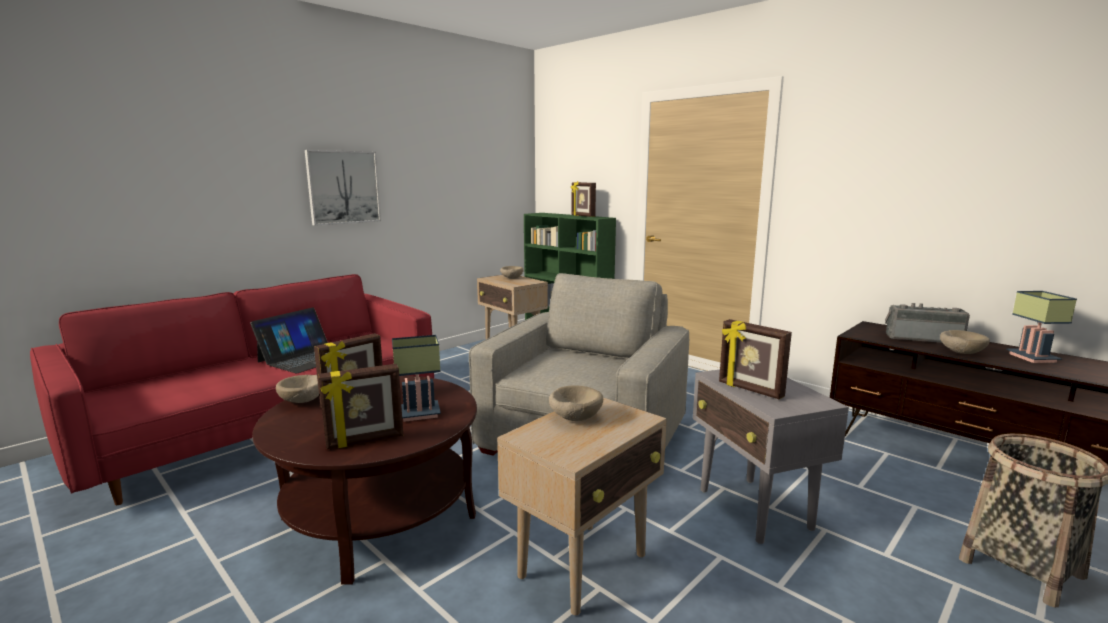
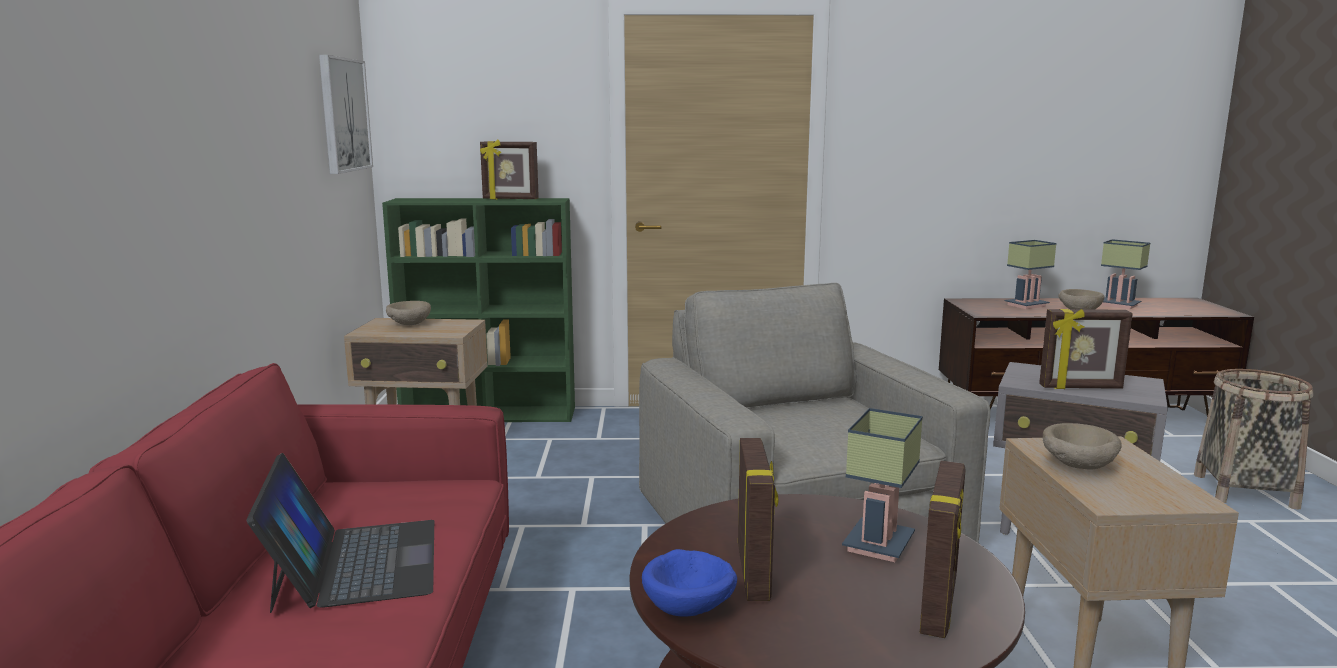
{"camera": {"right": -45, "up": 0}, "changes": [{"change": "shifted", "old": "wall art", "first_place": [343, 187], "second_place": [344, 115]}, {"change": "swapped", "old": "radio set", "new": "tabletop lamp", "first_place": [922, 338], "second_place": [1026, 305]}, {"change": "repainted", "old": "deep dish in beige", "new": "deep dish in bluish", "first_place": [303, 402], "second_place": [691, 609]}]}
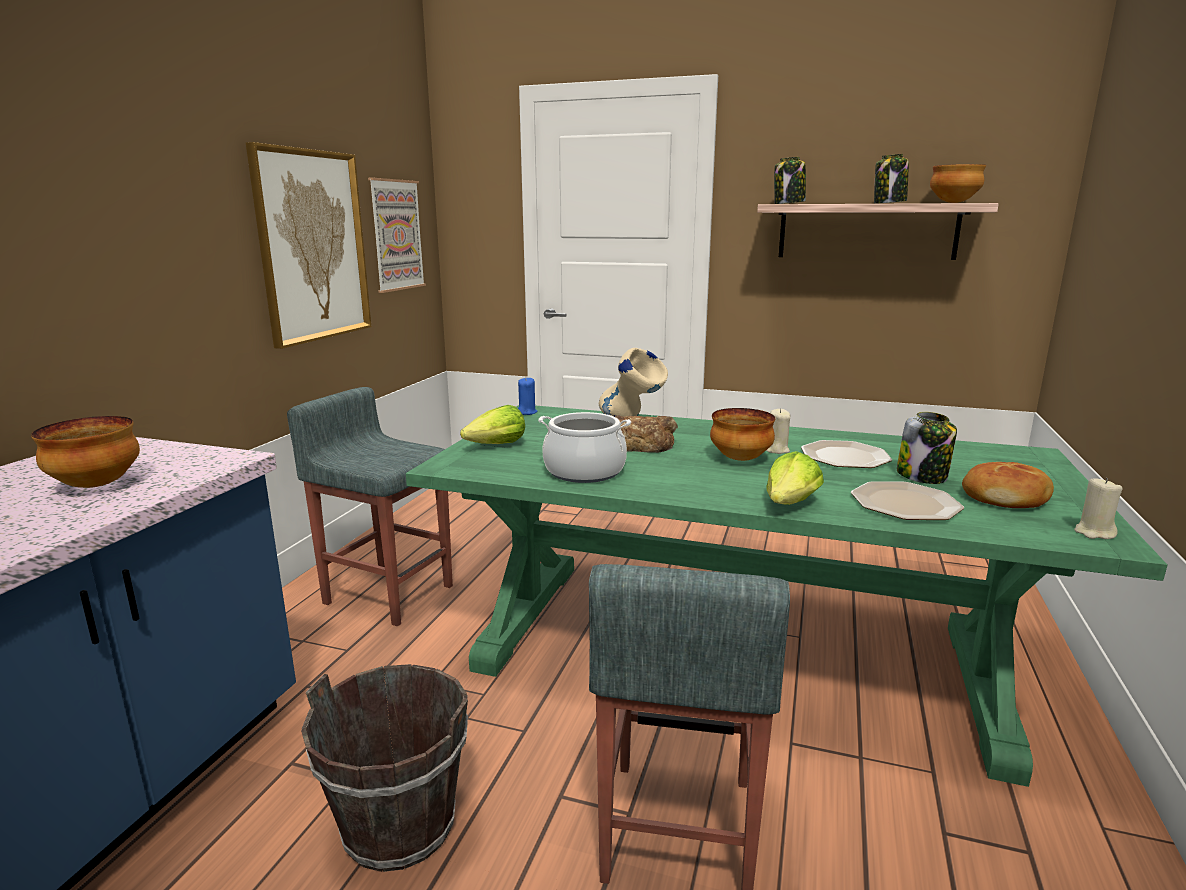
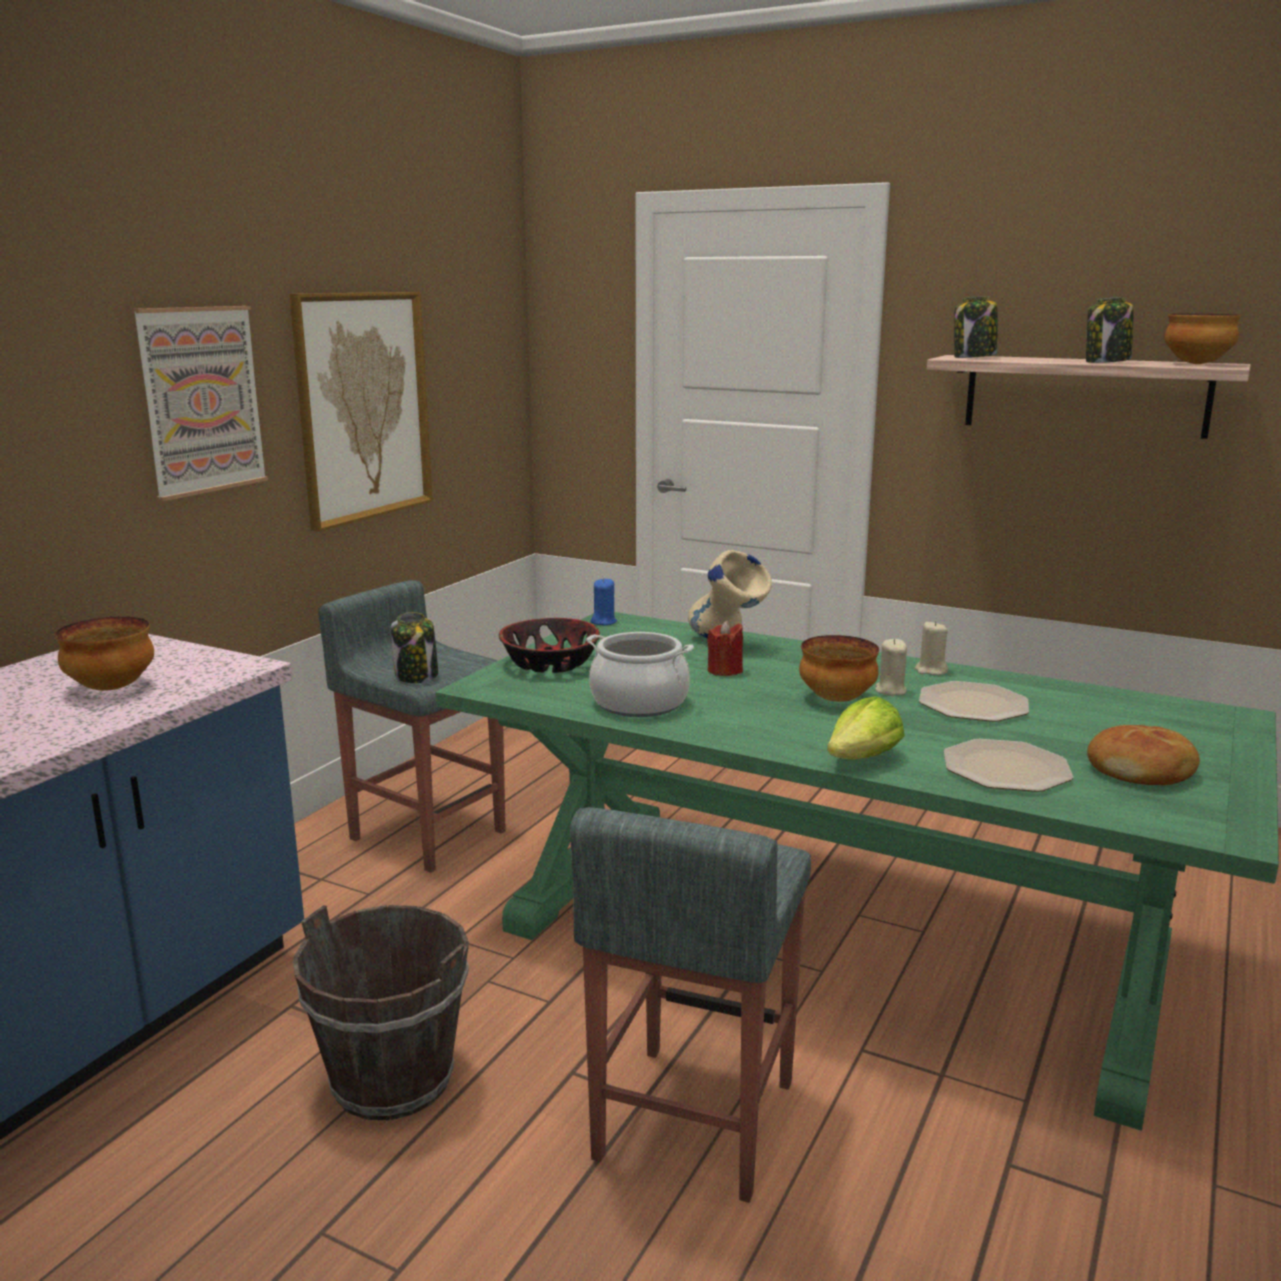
{"camera": {"right": 10, "up": 0}, "changes": [{"change": "shifted", "old": "wall art", "first_place": [396, 235], "second_place": [201, 400]}, {"change": "shifted", "old": "jar", "first_place": [922, 476], "second_place": [417, 676]}, {"change": "shifted", "old": "candle in beige", "first_place": [1094, 533], "second_place": [931, 671]}, {"change": "swapped", "old": "lettuce head", "new": "deep dish", "first_place": [497, 445], "second_place": [551, 664]}, {"change": "swapped", "old": "baked bread", "new": "candle in red", "first_place": [641, 443], "second_place": [725, 671]}]}
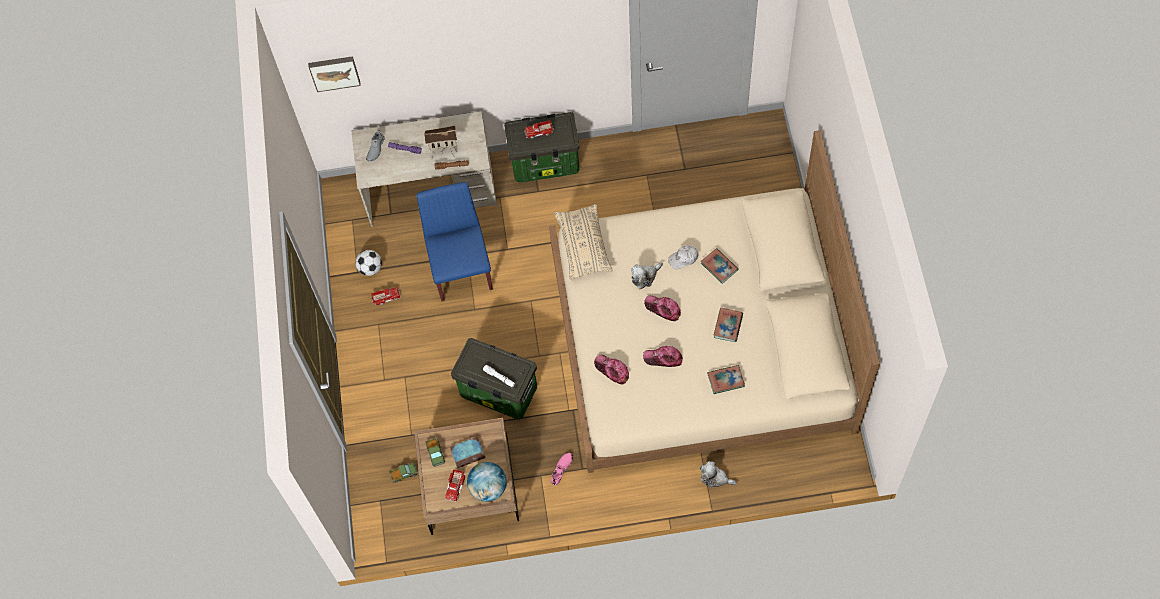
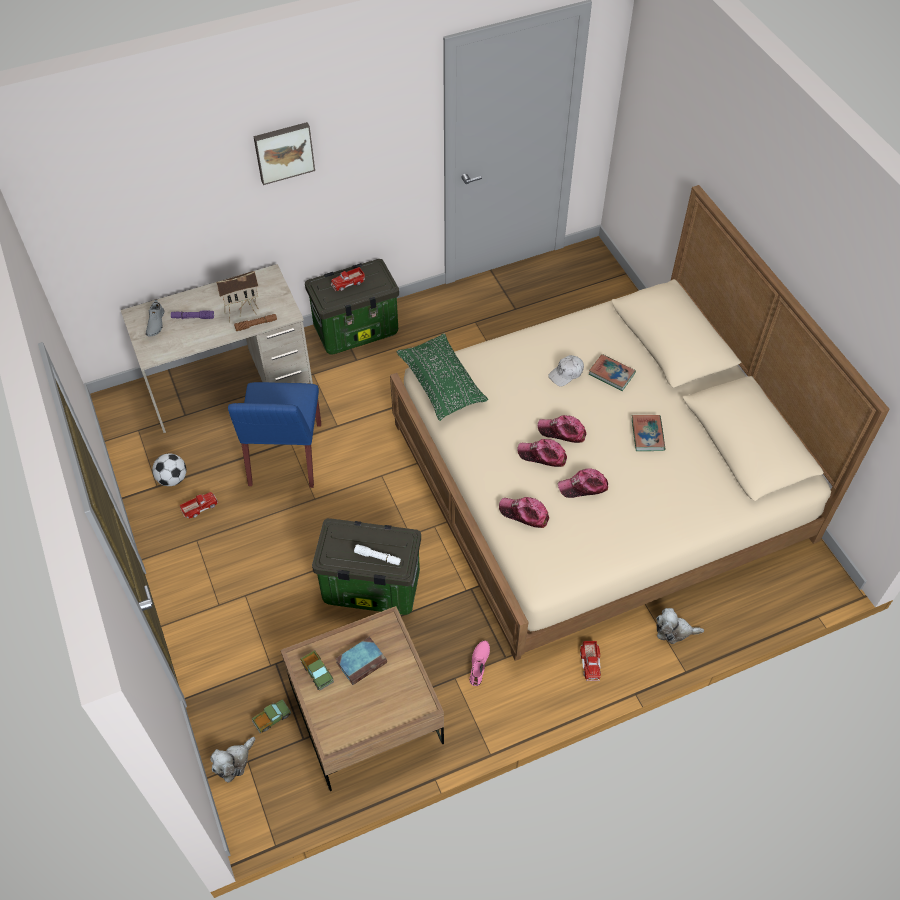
{"camera": {"right": -20, "up": -10}, "changes": [{"change": "gone", "old": "world globe", "first_place": [488, 488]}, {"change": "gone", "old": "book", "first_place": [726, 380]}, {"change": "new", "new": "baseball cap", "second_place": [542, 455]}, {"change": "shifted", "old": "wall art", "first_place": [334, 72], "second_place": [284, 152]}, {"change": "shifted", "old": "model truck", "first_place": [455, 487], "second_place": [590, 663]}, {"change": "shifted", "old": "soft toy", "first_place": [645, 277], "second_place": [234, 762]}, {"change": "repainted", "old": "pillow in beige", "new": "pillow in greenish", "first_place": [583, 246], "second_place": [441, 384]}, {"change": "rotated", "old": "chair in bluish", "first_place": [460, 267], "second_place": [285, 456], "degrees": -150}]}
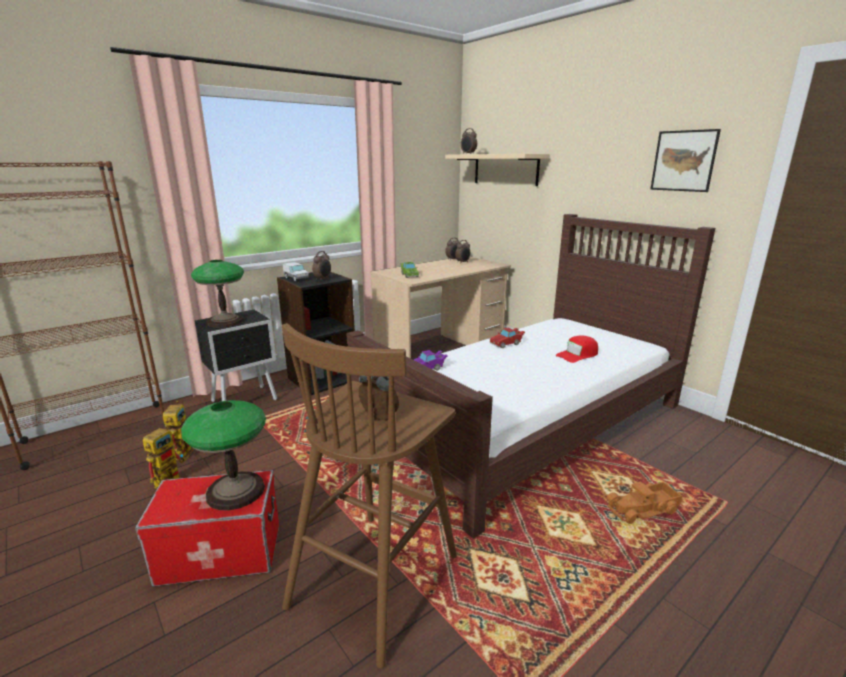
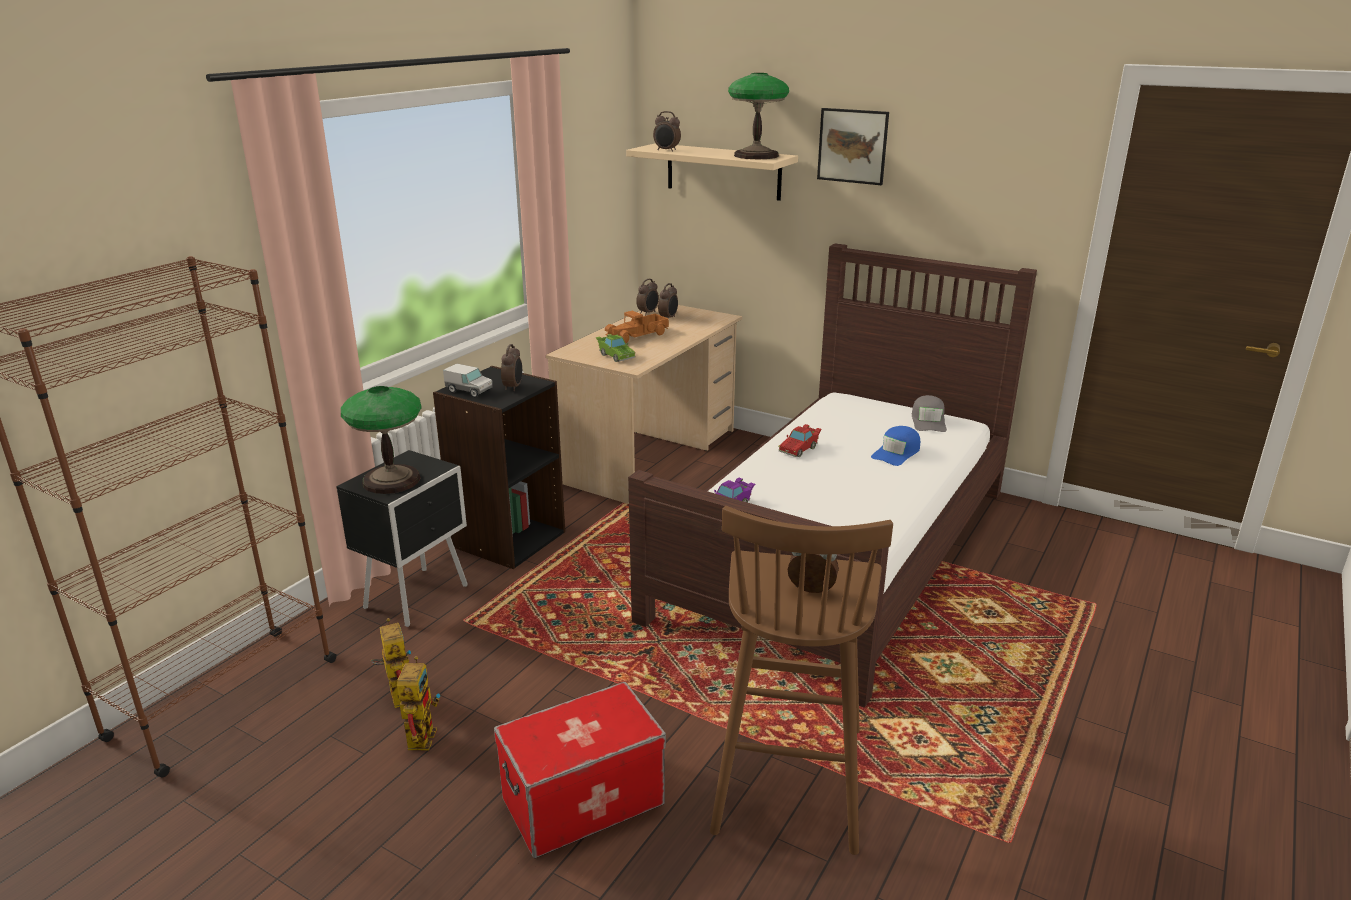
{"camera": {"right": -20, "up": 5}, "changes": [{"change": "new", "new": "baseball cap in greyish", "second_place": [928, 421]}, {"change": "shifted", "old": "tabletop lamp", "first_place": [236, 491], "second_place": [756, 155]}, {"change": "shifted", "old": "model truck", "first_place": [643, 509], "second_place": [638, 335]}, {"change": "shifted", "old": "wall art", "first_place": [684, 161], "second_place": [852, 146]}, {"change": "repainted", "old": "baseball cap in red", "new": "baseball cap in bluish", "first_place": [577, 355], "second_place": [896, 453]}]}
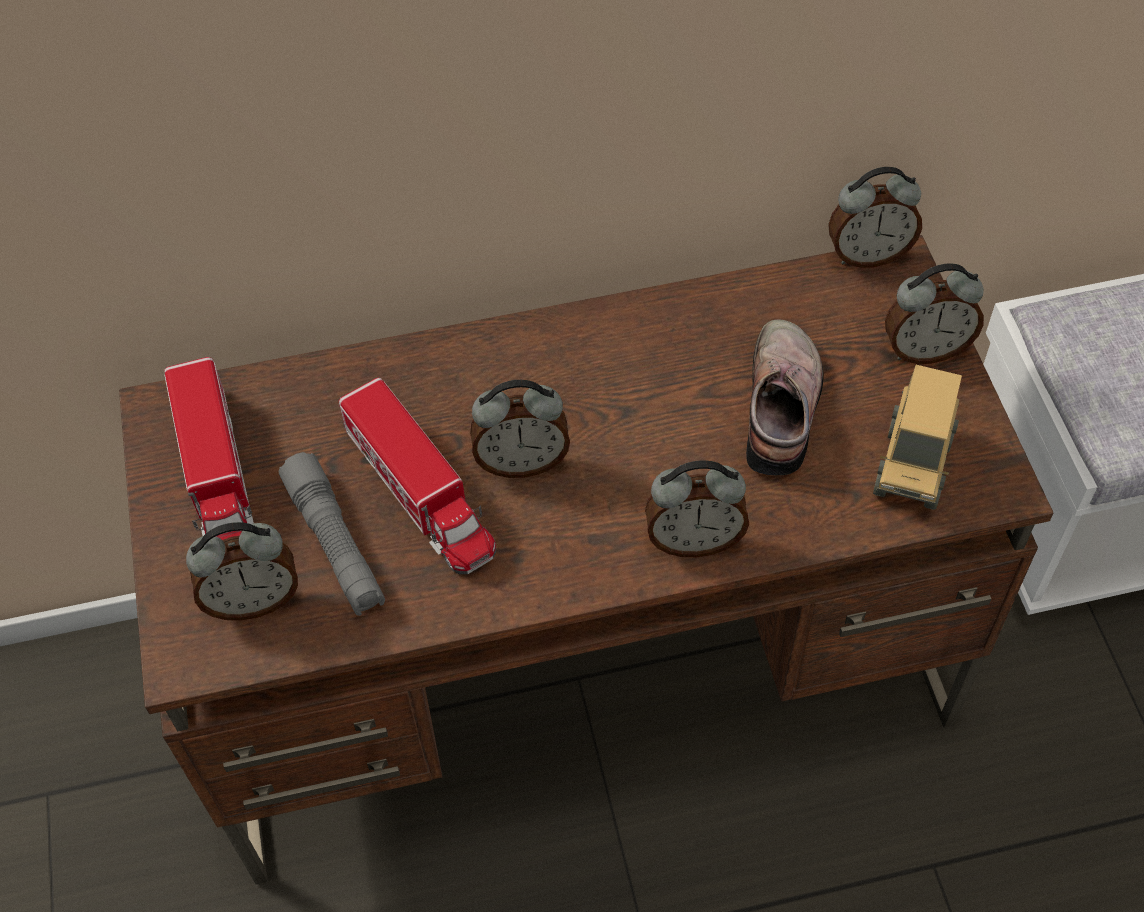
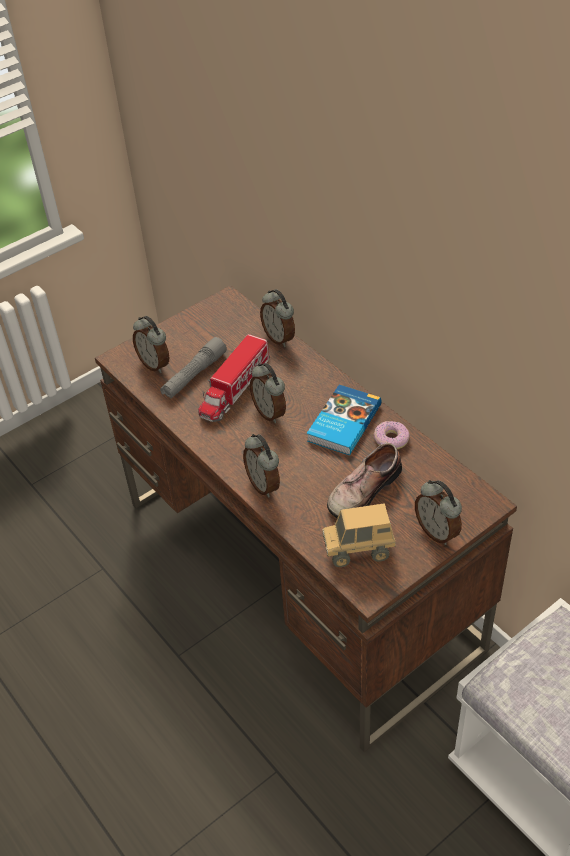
{"camera": {"right": 65, "up": -10}, "changes": [{"change": "gone", "old": "model truck", "first_place": [217, 477]}, {"change": "new", "new": "book", "second_place": [342, 423]}, {"change": "new", "new": "ring doughnut", "second_place": [391, 440]}, {"change": "shifted", "old": "bedside clock", "first_place": [868, 254], "second_place": [279, 338]}, {"change": "rotated", "old": "shoe", "first_place": [785, 407], "second_place": [362, 490], "degrees": 150}]}
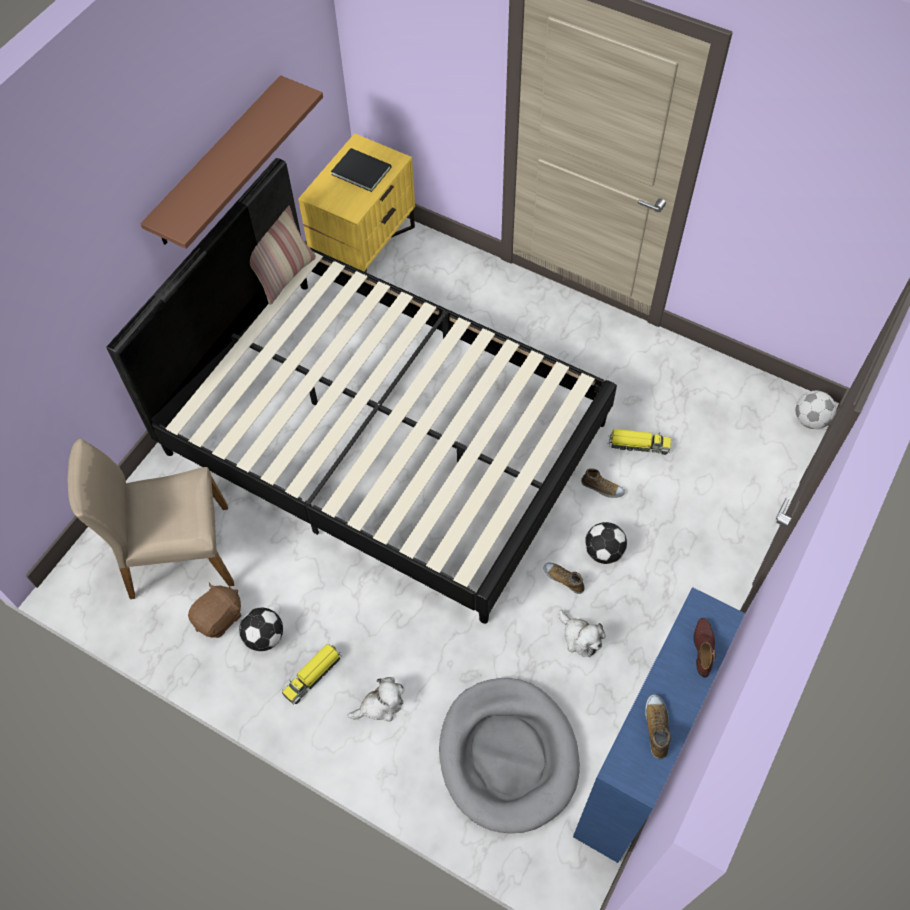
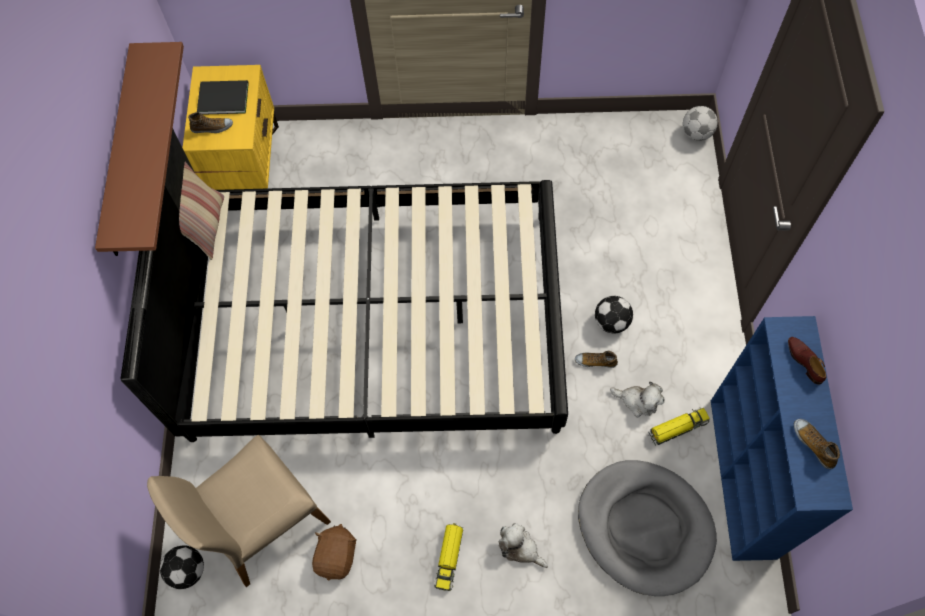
{"camera": {"right": -30, "up": 5}, "changes": [{"change": "shifted", "old": "football", "first_place": [264, 637], "second_place": [187, 571]}, {"change": "shifted", "old": "shoe", "first_place": [602, 488], "second_place": [212, 127]}, {"change": "shifted", "old": "model truck", "first_place": [638, 445], "second_place": [677, 428]}, {"change": "rotated", "old": "soft toy", "first_place": [380, 705], "second_place": [520, 548], "degrees": -90}]}
